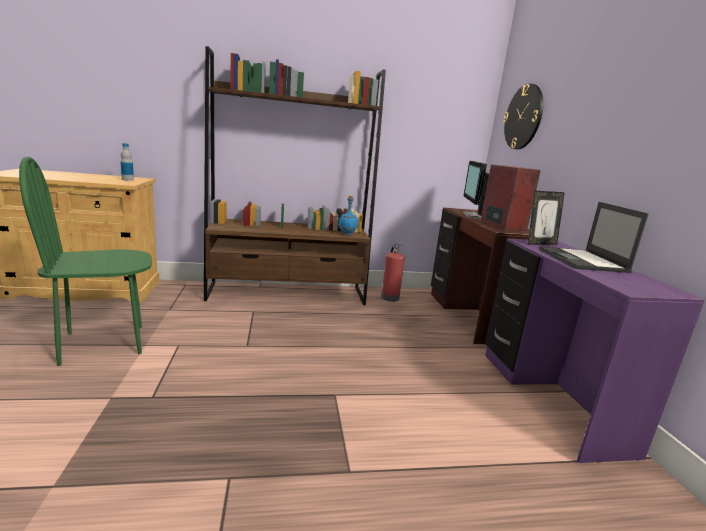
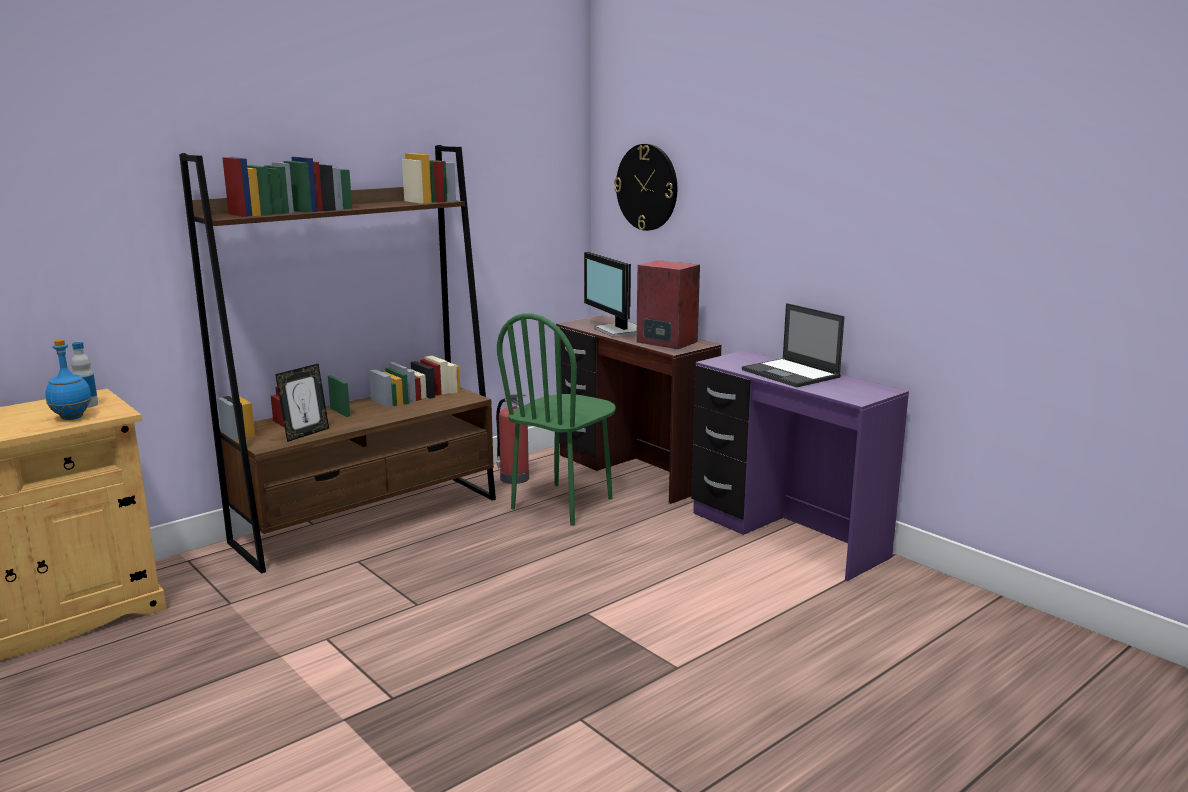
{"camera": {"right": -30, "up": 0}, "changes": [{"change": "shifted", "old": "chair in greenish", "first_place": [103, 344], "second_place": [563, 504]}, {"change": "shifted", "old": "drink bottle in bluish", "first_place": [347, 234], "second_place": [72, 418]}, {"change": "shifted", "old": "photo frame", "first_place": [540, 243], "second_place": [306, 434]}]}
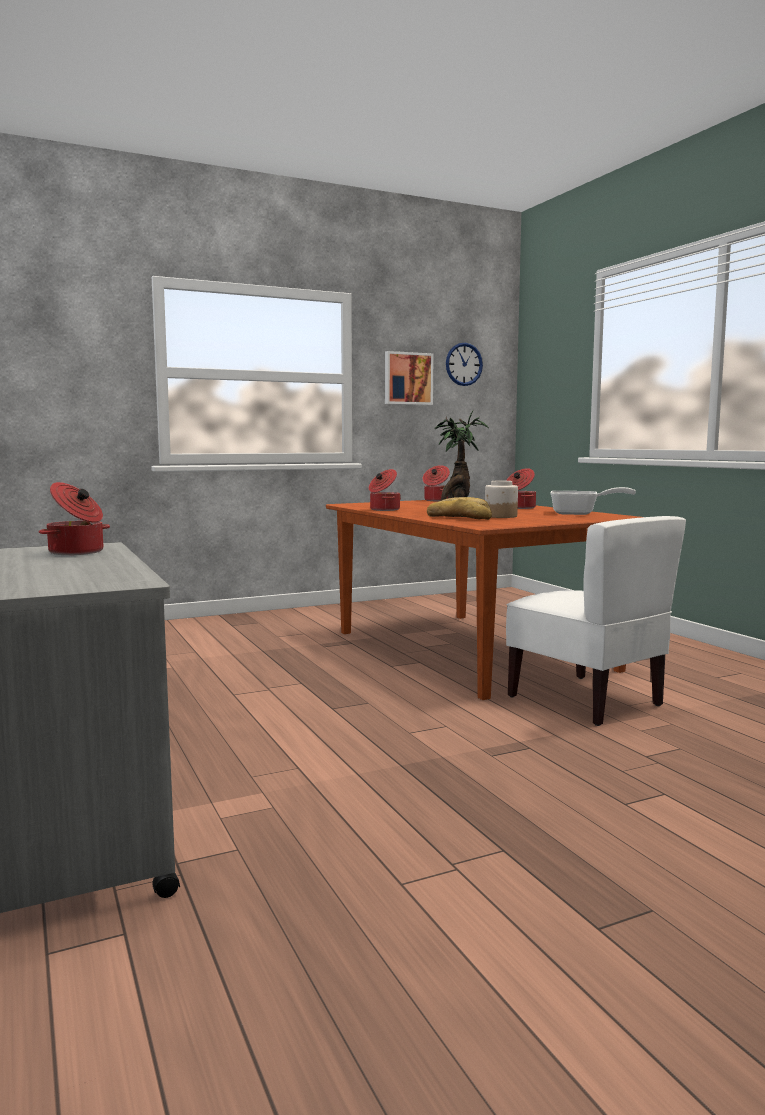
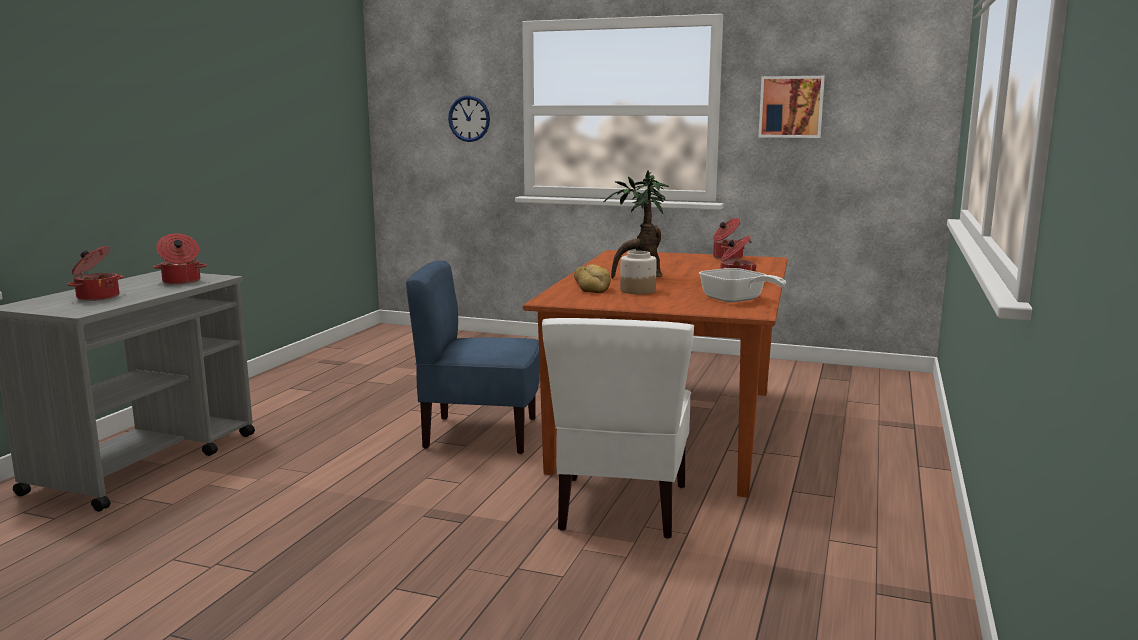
{"camera": {"right": 45, "up": 5}, "changes": [{"change": "new", "new": "chair in bluish", "second_place": [480, 434]}, {"change": "shifted", "old": "saucepot", "first_place": [383, 509], "second_place": [97, 297]}, {"change": "shifted", "old": "clock on the wall", "first_place": [464, 364], "second_place": [469, 118]}]}
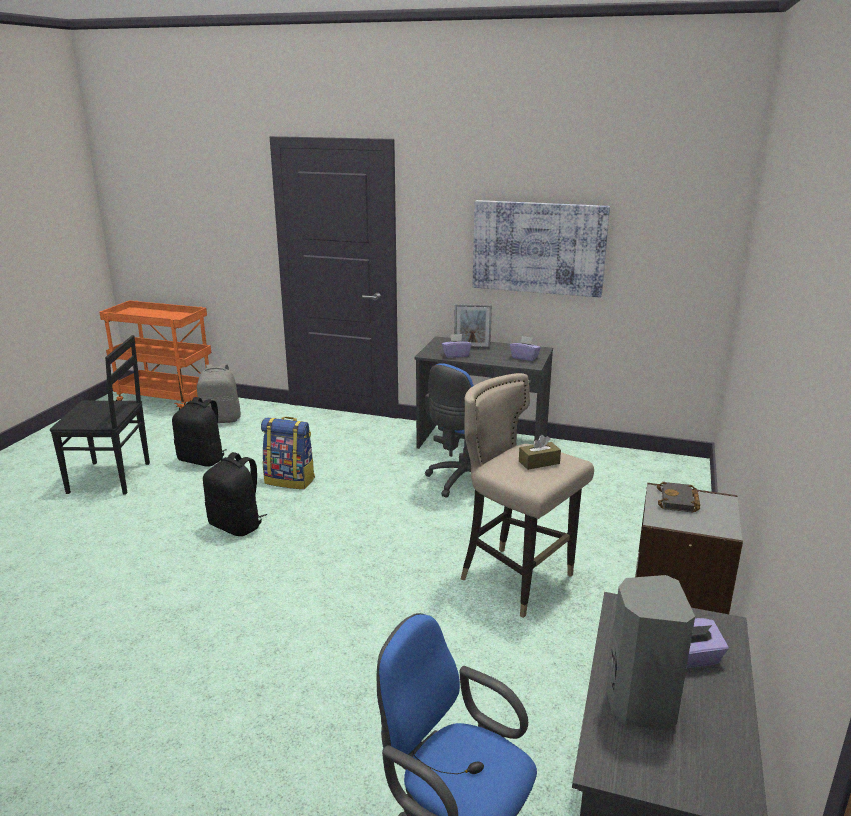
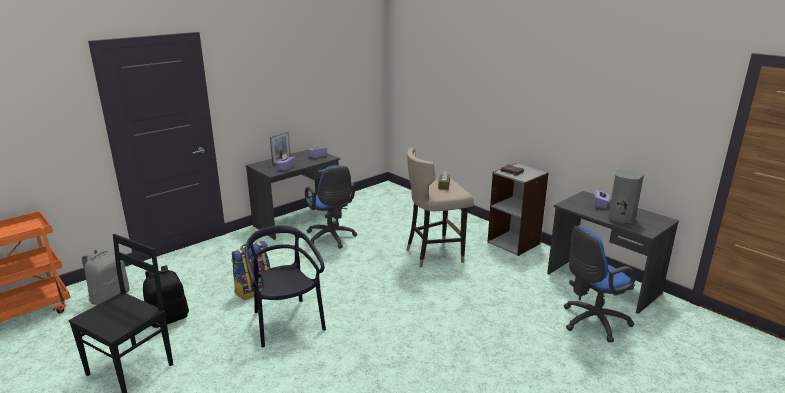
{"camera": {"right": -60, "up": 0}, "changes": [{"change": "gone", "old": "wall art", "first_place": [539, 247]}, {"change": "swapped", "old": "backpack in blackish", "new": "chair in blackish", "first_place": [237, 526], "second_place": [286, 322]}]}
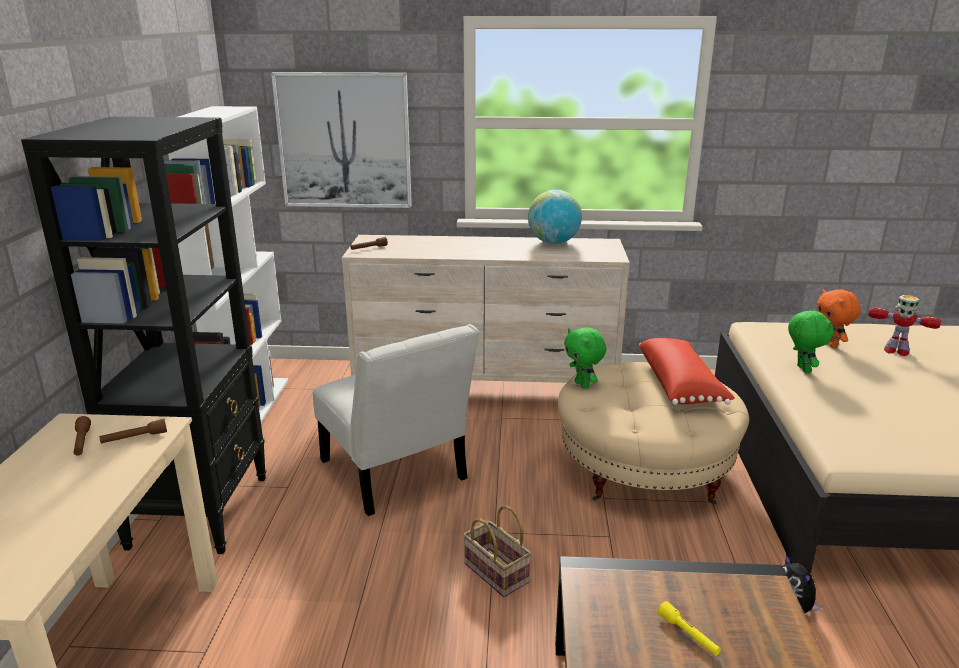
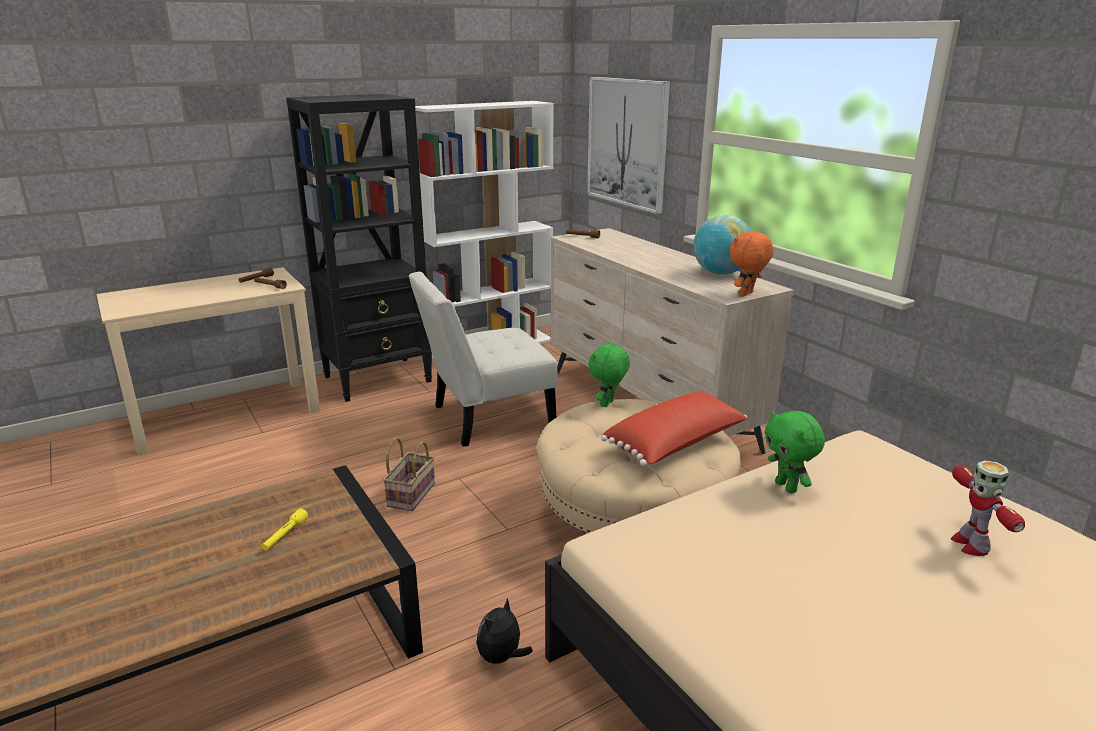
{"camera": {"right": 55, "up": 0}, "changes": [{"change": "shifted", "old": "soft toy in orange", "first_place": [831, 345], "second_place": [746, 294]}, {"change": "rotated", "old": "chair in white", "first_place": [396, 474], "second_place": [486, 418], "degrees": 45}, {"change": "rotated", "old": "soft toy in greenish", "first_place": [802, 369], "second_place": [787, 487], "degrees": 105}]}
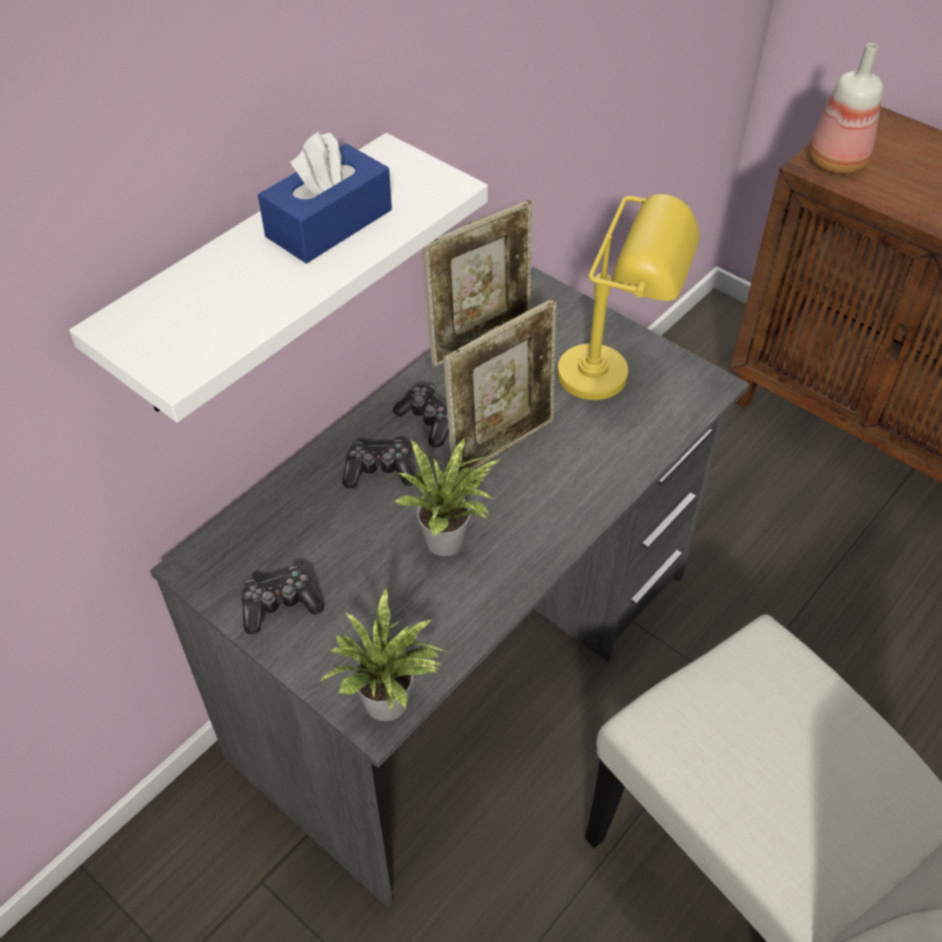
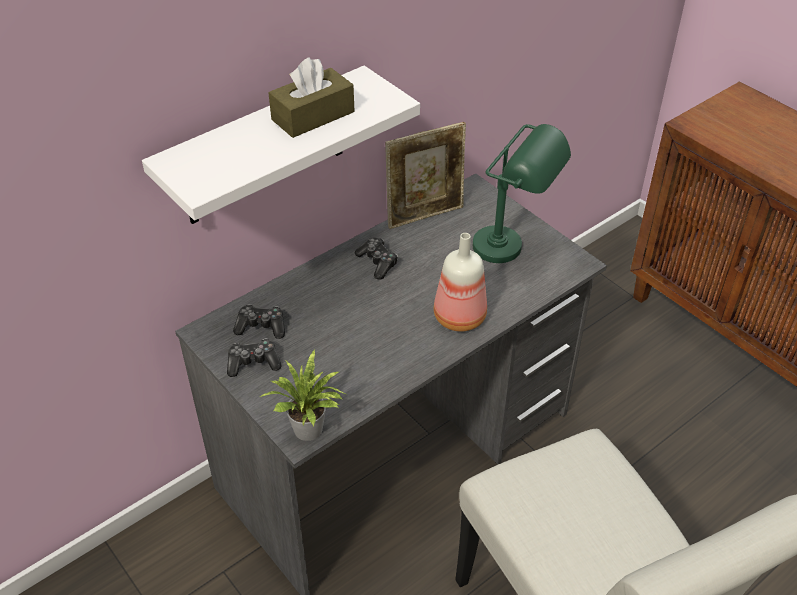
{"camera": {"right": 10, "up": -5}, "changes": [{"change": "gone", "old": "potted plant", "first_place": [450, 540]}, {"change": "gone", "old": "photo frame", "first_place": [501, 444]}, {"change": "shifted", "old": "gamepad", "first_place": [380, 472], "second_place": [261, 327]}, {"change": "shifted", "old": "drink bottle", "first_place": [834, 162], "second_place": [457, 317]}, {"change": "repainted", "old": "tissue holder in bluish", "new": "tissue holder in brownish", "first_place": [329, 223], "second_place": [313, 116]}, {"change": "repainted", "old": "tabletop lamp in yellowish", "new": "tabletop lamp in greenish", "first_place": [617, 379], "second_place": [513, 251]}]}
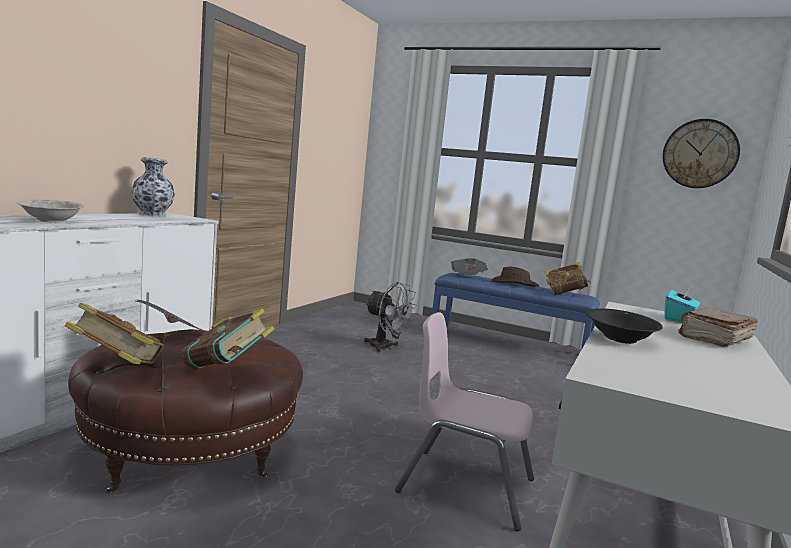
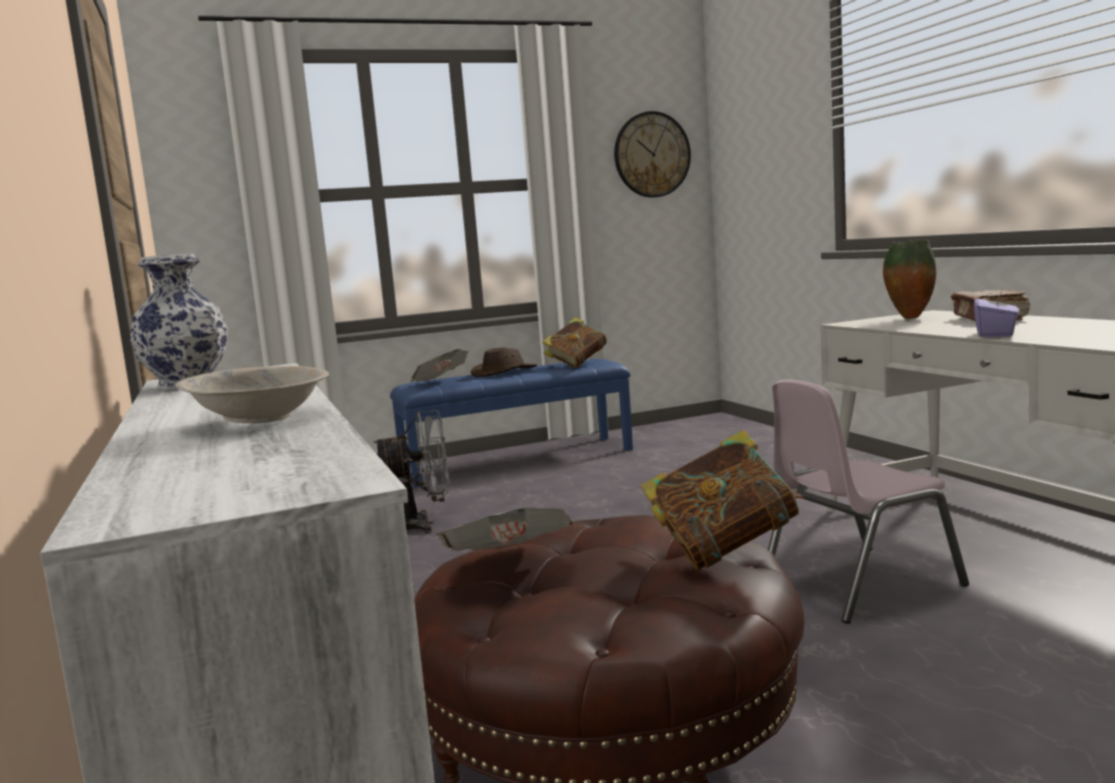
{"camera": {"right": -45, "up": 0}, "changes": [{"change": "gone", "old": "book", "first_place": [116, 367]}, {"change": "swapped", "old": "deep dish in blackish", "new": "tissue holder in purple", "first_place": [620, 339], "second_place": [995, 334]}, {"change": "swapped", "old": "tissue holder in turquoise", "new": "decorative vase", "first_place": [679, 319], "second_place": [909, 318]}]}
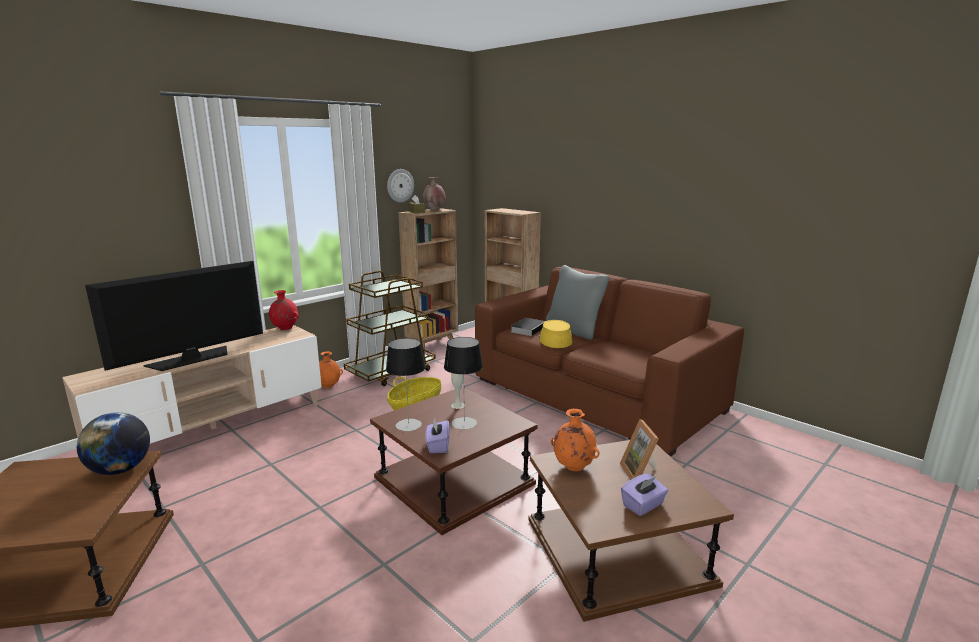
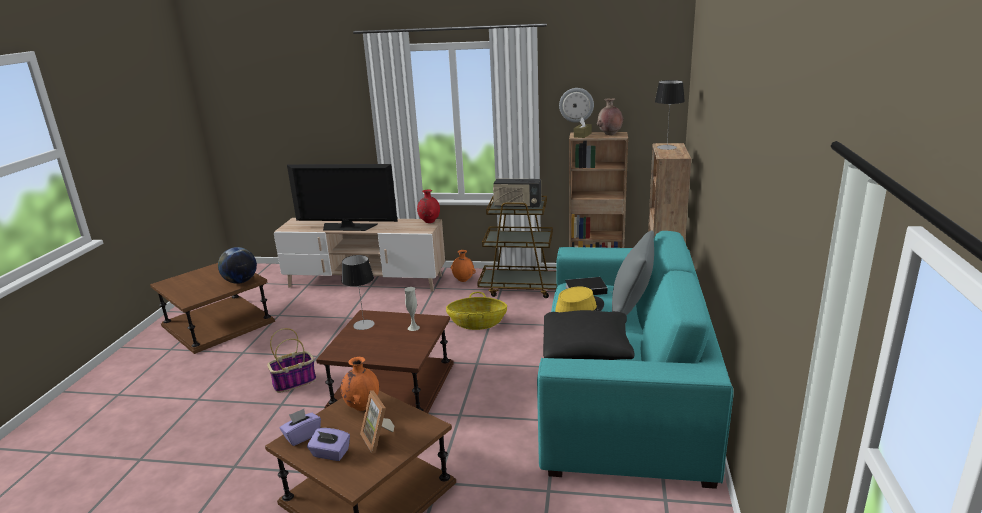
{"camera": {"right": 55, "up": 5}, "changes": [{"change": "new", "new": "basket", "second_place": [295, 382]}, {"change": "new", "new": "radio set", "second_place": [517, 206]}, {"change": "new", "new": "pillow in blackish", "second_place": [586, 349]}, {"change": "shifted", "old": "tissue holder in purple", "first_place": [438, 446], "second_place": [302, 436]}, {"change": "shifted", "old": "tabletop lamp", "first_place": [464, 423], "second_place": [666, 147]}, {"change": "repainted", "old": "sofa in brownish", "new": "sofa in turquoise", "first_place": [595, 395], "second_place": [623, 390]}, {"change": "rotated", "old": "photo frame", "first_place": [641, 473], "second_place": [379, 439], "degrees": -75}]}
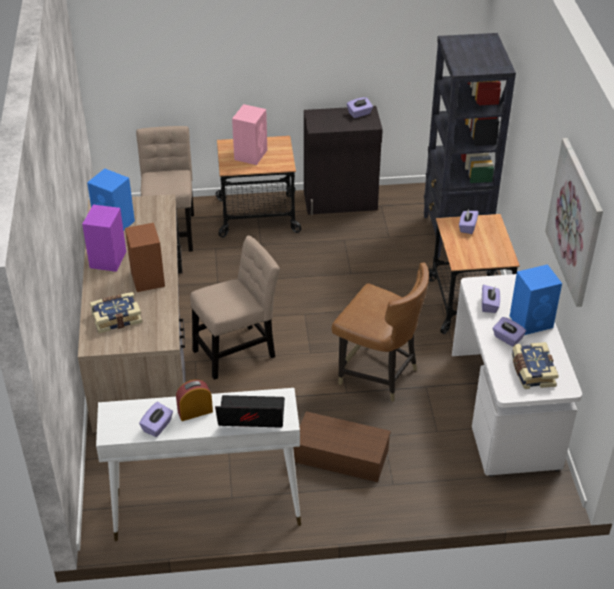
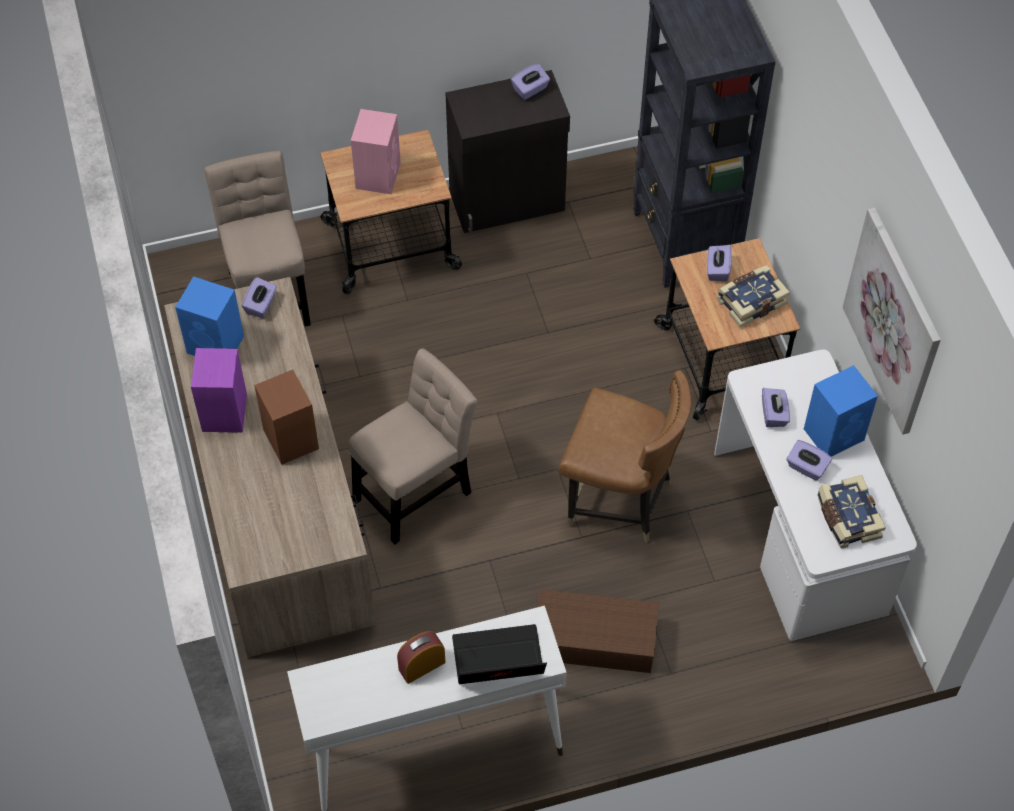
{"camera": {"right": -10, "up": 15}, "changes": [{"change": "shifted", "old": "book", "first_place": [116, 317], "second_place": [750, 301]}, {"change": "shifted", "old": "tissue holder in purple", "first_place": [157, 426], "second_place": [261, 305]}]}
